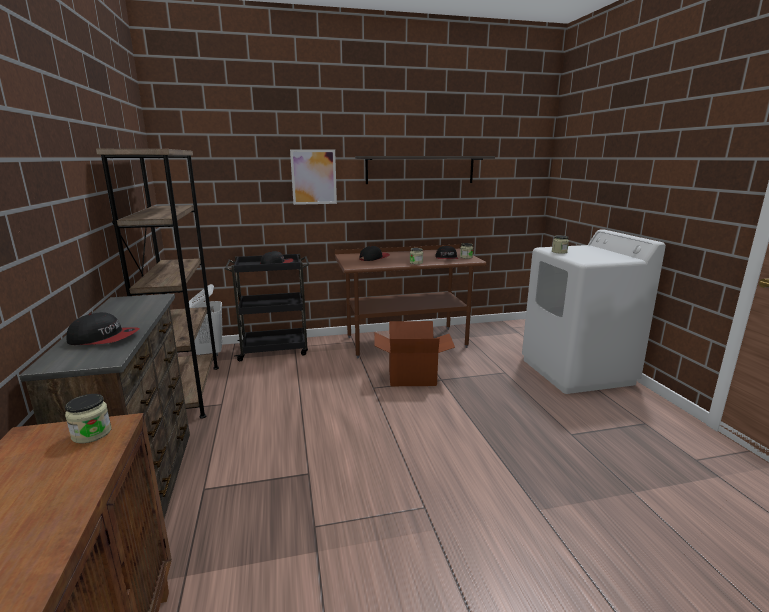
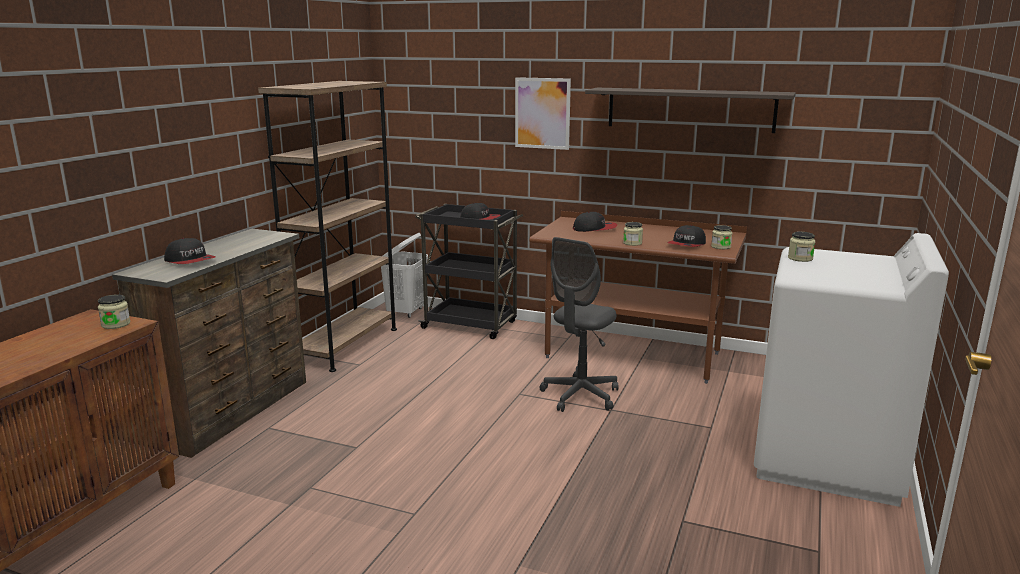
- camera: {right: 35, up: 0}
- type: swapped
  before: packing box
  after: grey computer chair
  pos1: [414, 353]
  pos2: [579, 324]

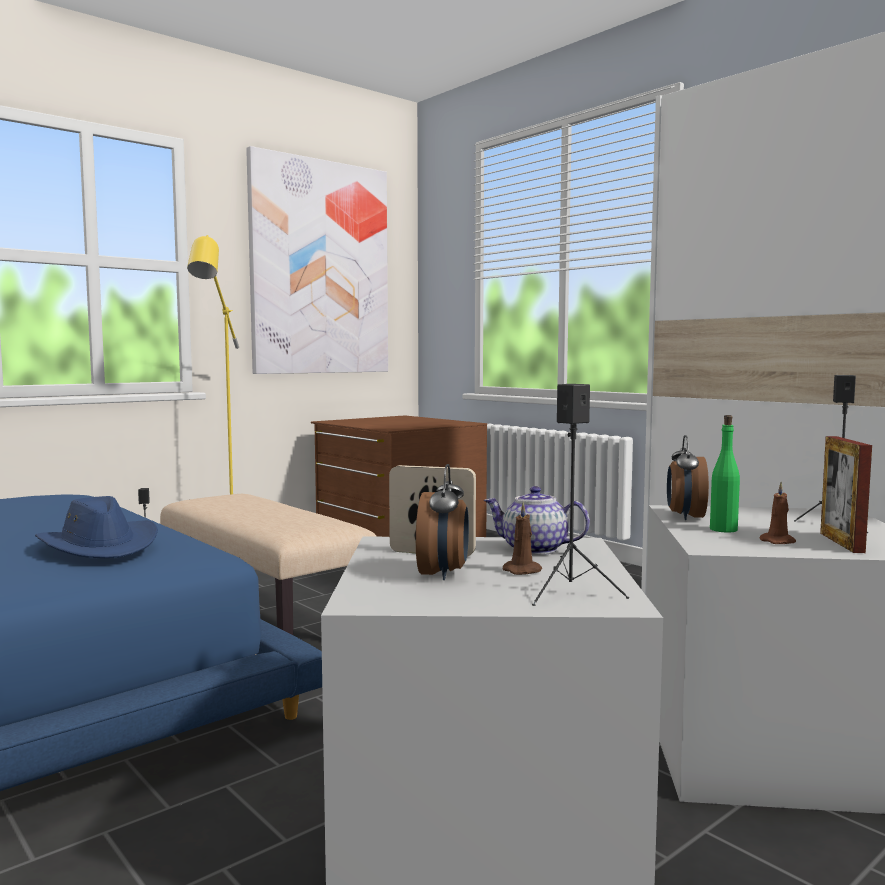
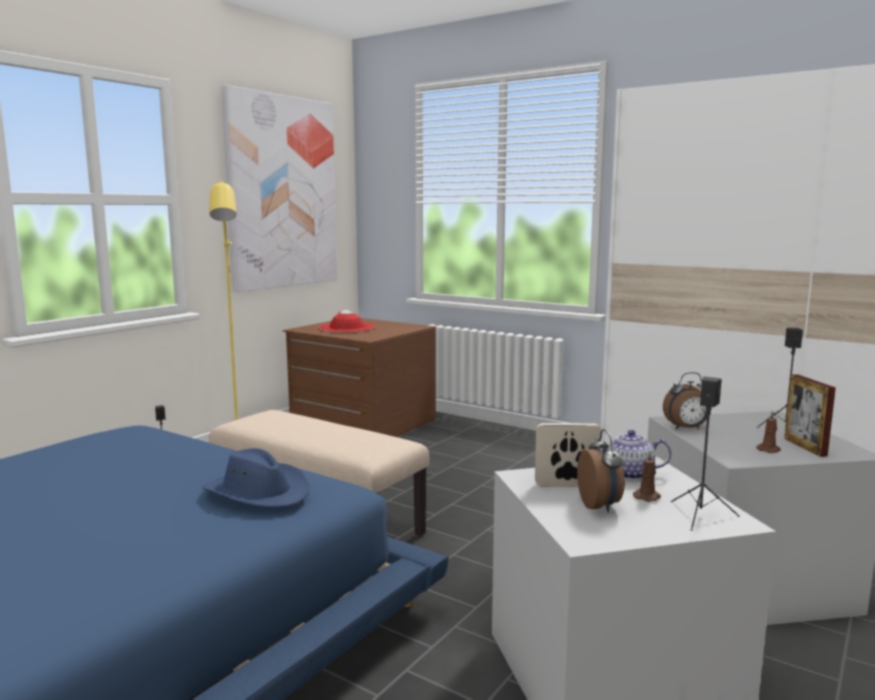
- camera: {right: -15, up: 5}
- type: rotated
  before: table clock
  pos1: [688, 477]
  pos2: [685, 401]
  turn: -90
- type: gone
  before: green-coloured beverage bottle
  pos1: [725, 474]
- type: new
  after: red-coloured clothing hat
  pos2: [346, 321]

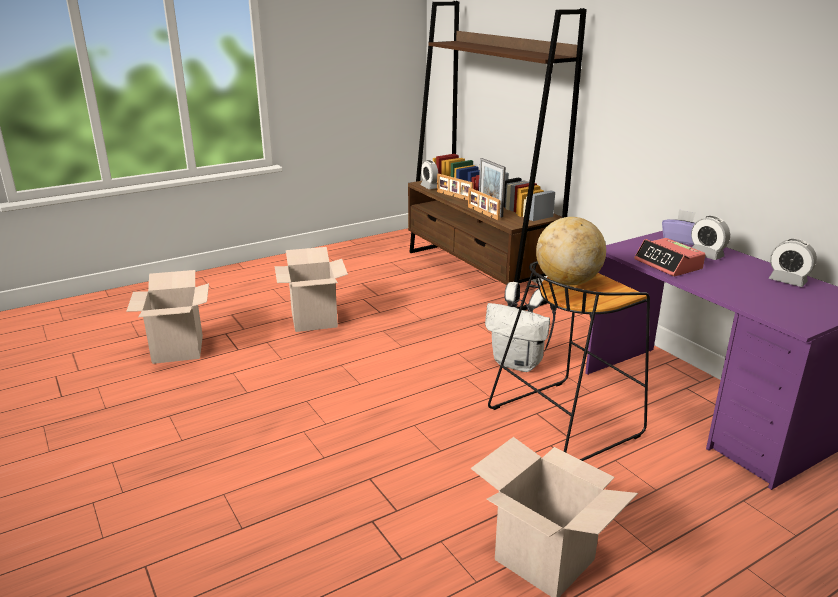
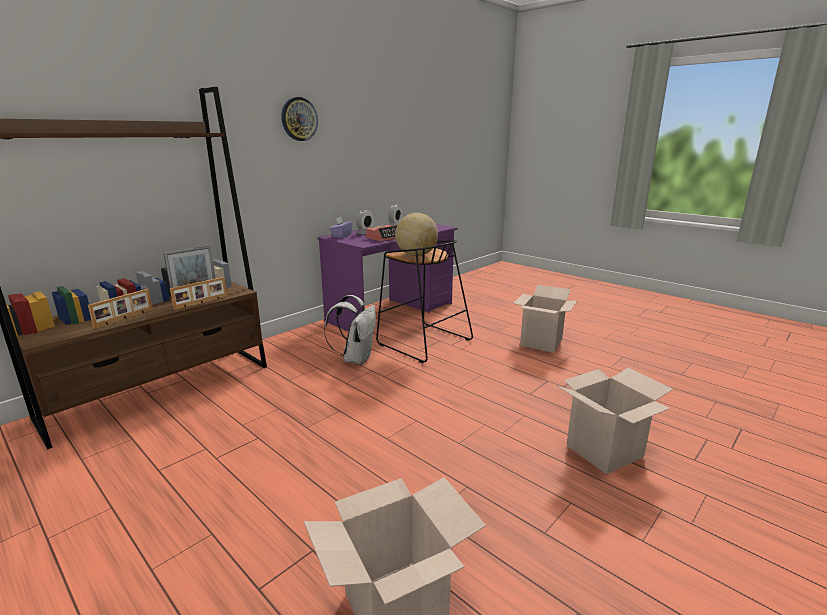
- camera: {right: -105, up: -5}
- type: shifted
  before: packing box
  pos1: [311, 289]
  pos2: [615, 421]
- type: gone
  before: table clock
  pos1: [429, 174]
- type: new
  after: clock on the wall
  pos2: [299, 119]

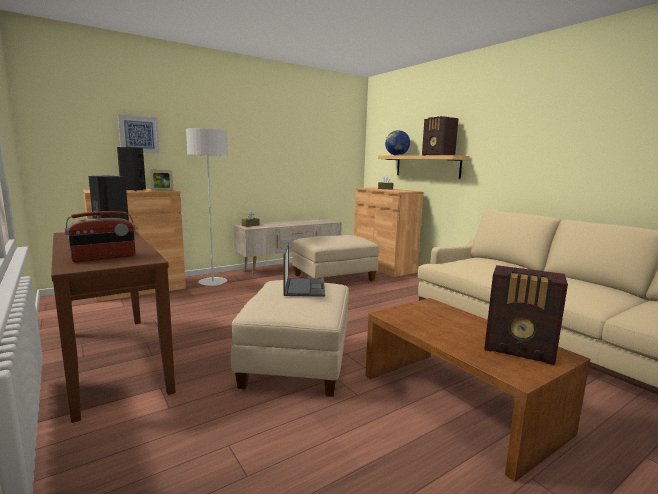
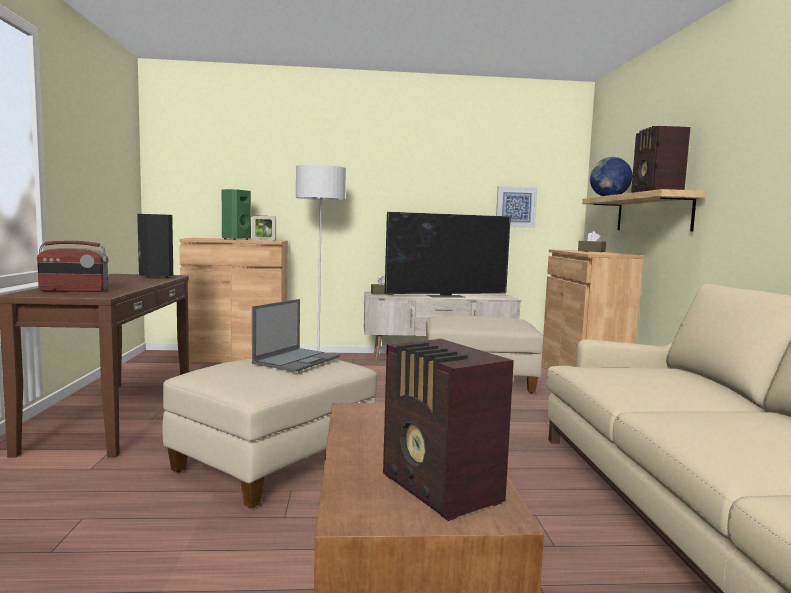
- camera: {right: 30, up: -5}
- type: repainted
  before: black loudspeaker
  after: green-coloured loudspeaker
  pos1: [131, 169]
  pos2: [236, 214]
- type: shifted
  before: wall picture
  pos1: [139, 134]
  pos2: [517, 207]
- type: new
  after: TV set
  pos2: [448, 255]

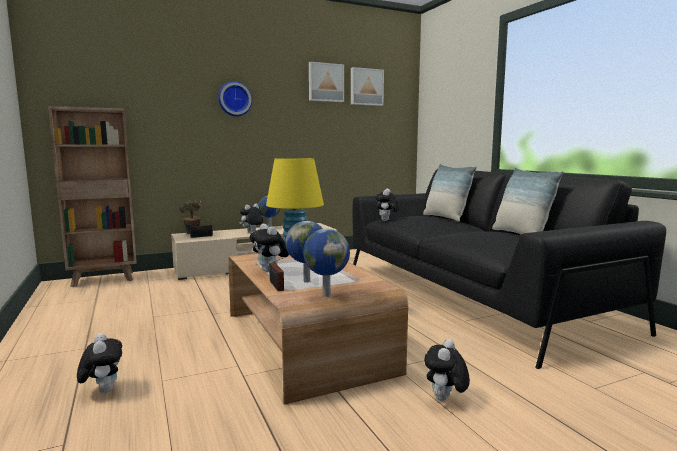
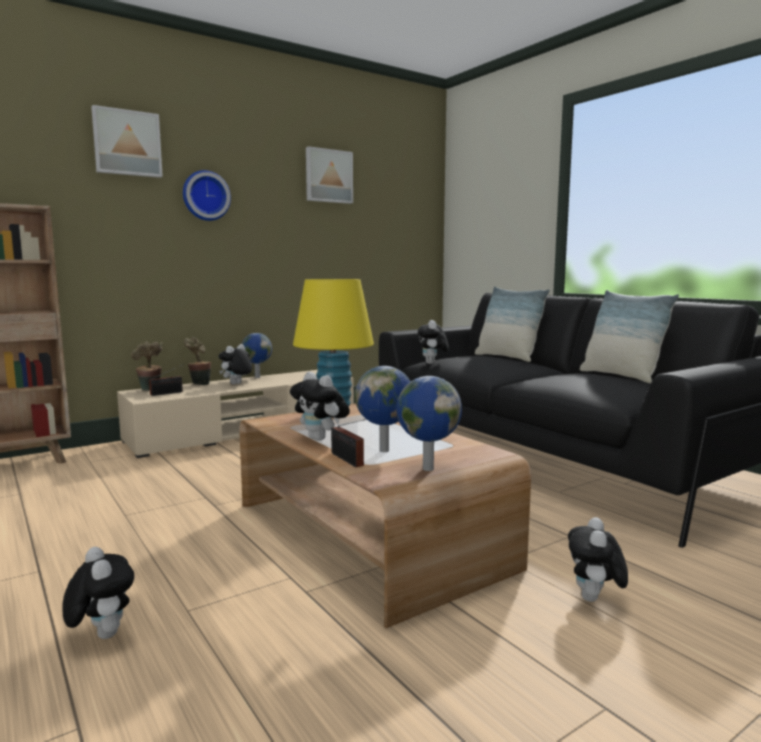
- camera: {right: -10, up: 0}
- type: shifted
  before: wall picture
  pos1: [367, 86]
  pos2: [127, 141]
- type: new
  after: plant in a pot
  pos2: [197, 361]

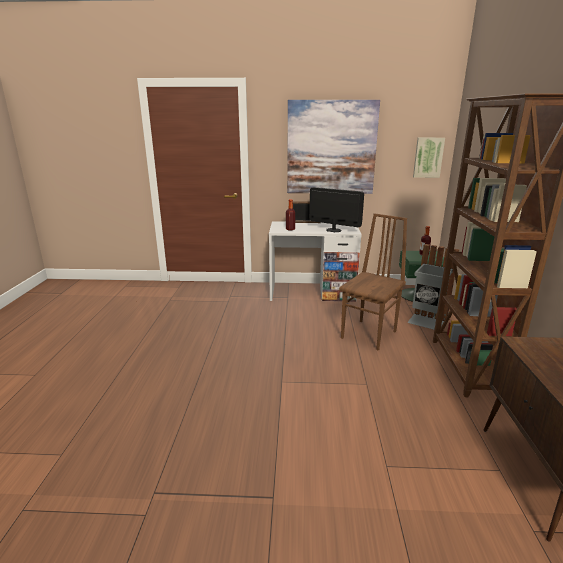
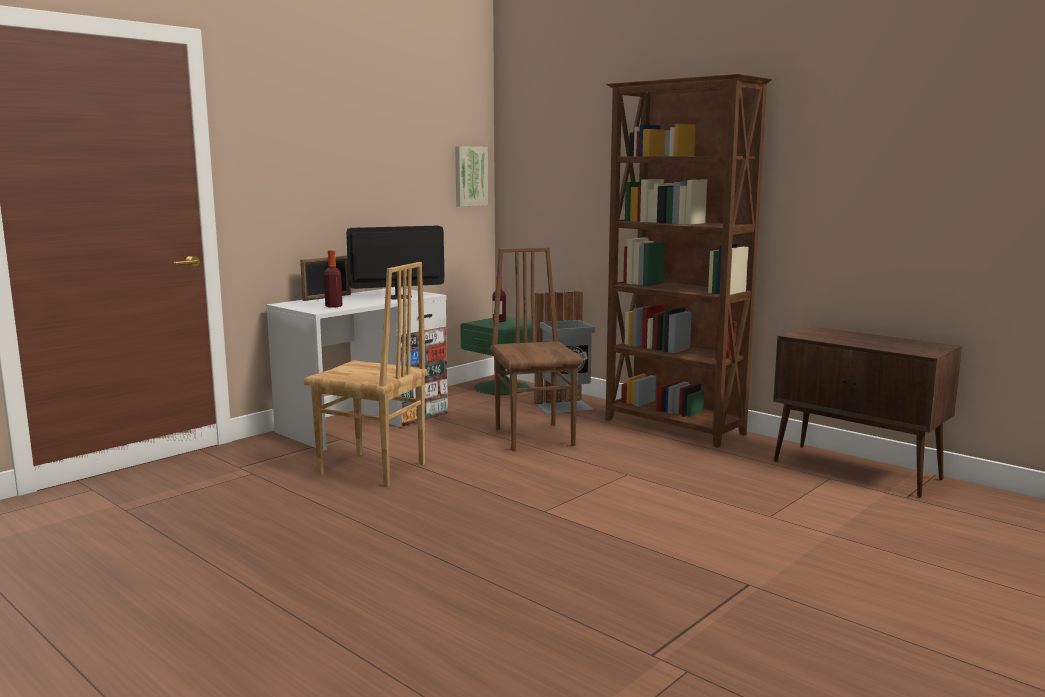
- camera: {right: -50, up: -10}
- type: gone
  before: wall picture
  pos1: [333, 147]
- type: new
  after: brownish plain chair
  pos2: [366, 374]

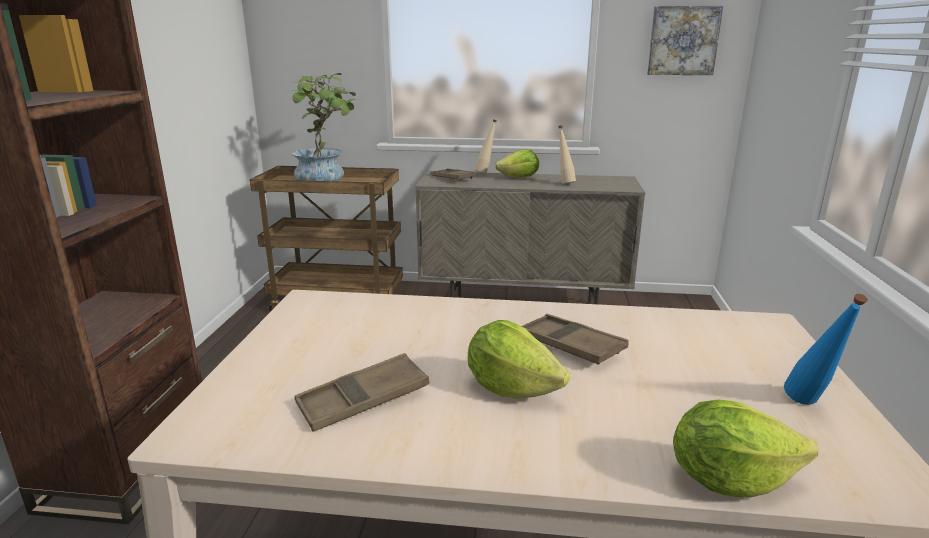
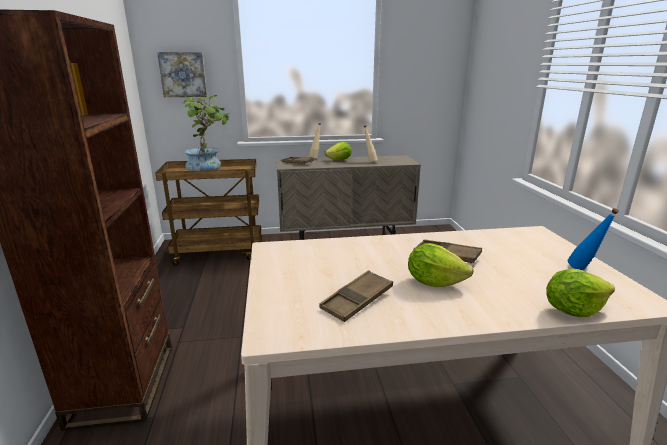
- camera: {right: -15, up: 0}
- type: shifted
  before: wall picture
  pos1: [685, 40]
  pos2: [182, 74]

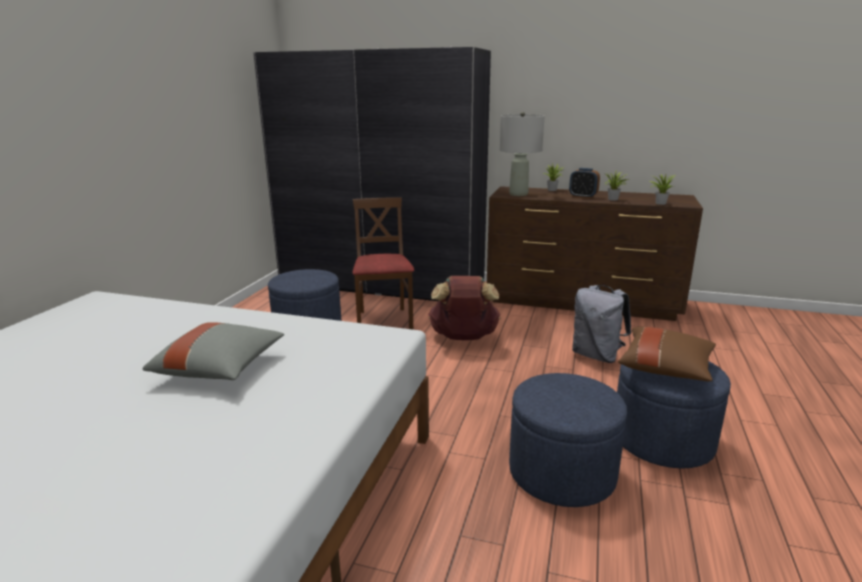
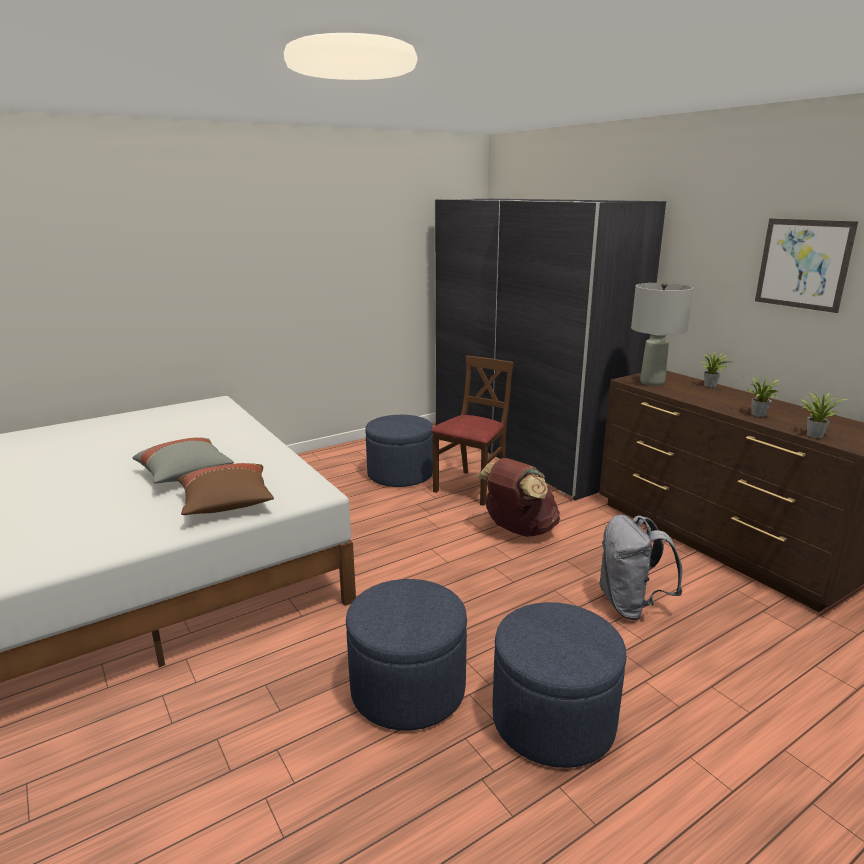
- camera: {right: 40, up: 0}
- type: gone
  before: table clock
  pos1: [584, 183]
- type: shifted
  before: brownish cushion
  pos1: [667, 354]
  pos2: [225, 489]
- type: new
  after: wall picture
  pos2: [806, 265]

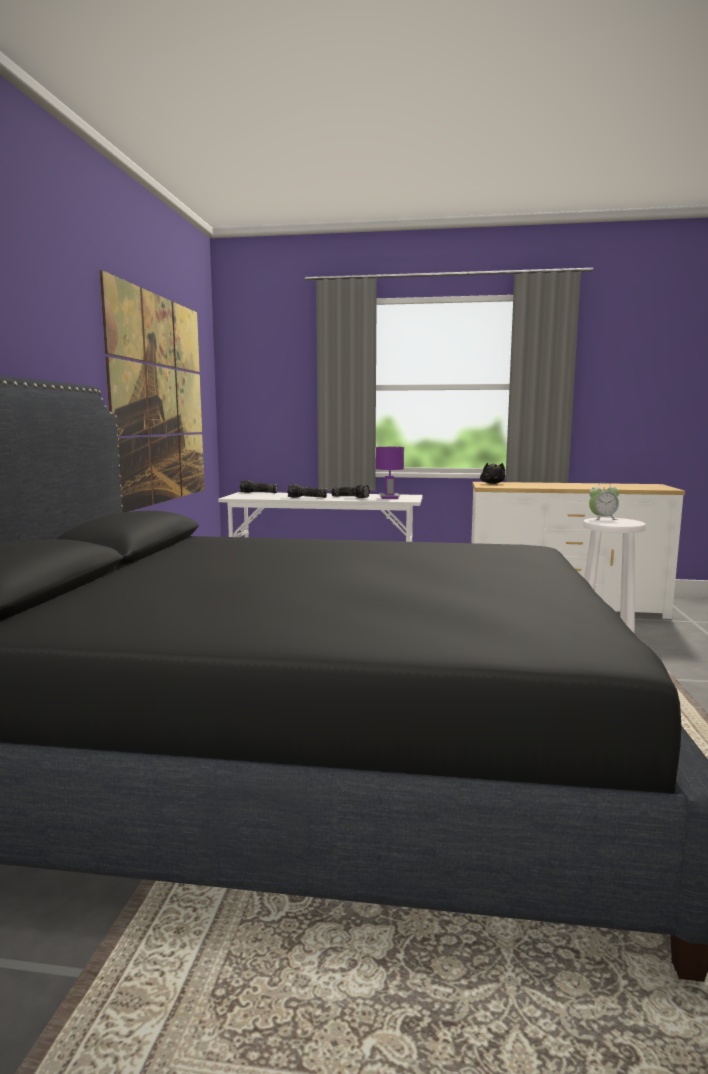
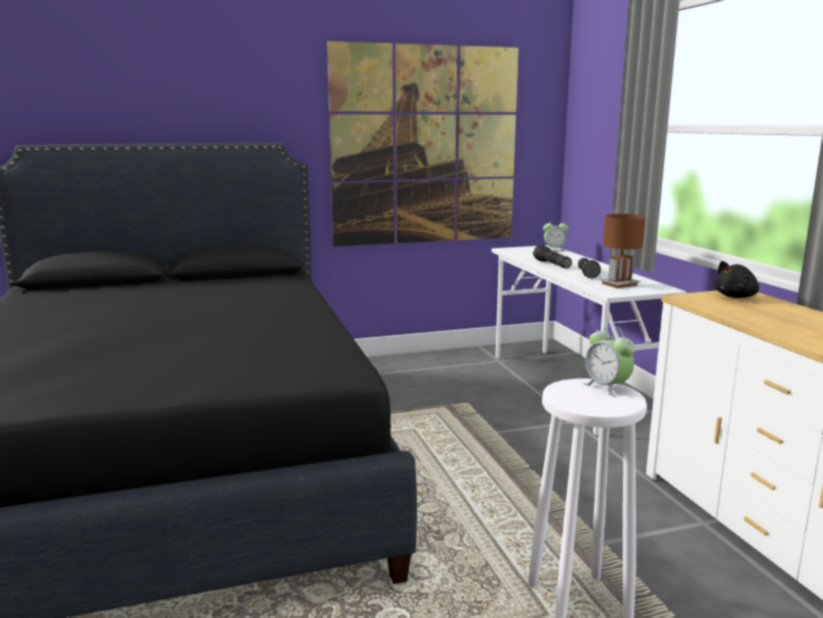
- camera: {right: 65, up: 5}
- type: swapped
  before: flashlight
  after: table clock
  pos1: [259, 486]
  pos2: [555, 235]
- type: repainted
  before: purple-coloured tabletop lamp
  after: brownish tabletop lamp
  pos1: [390, 473]
  pos2: [622, 251]

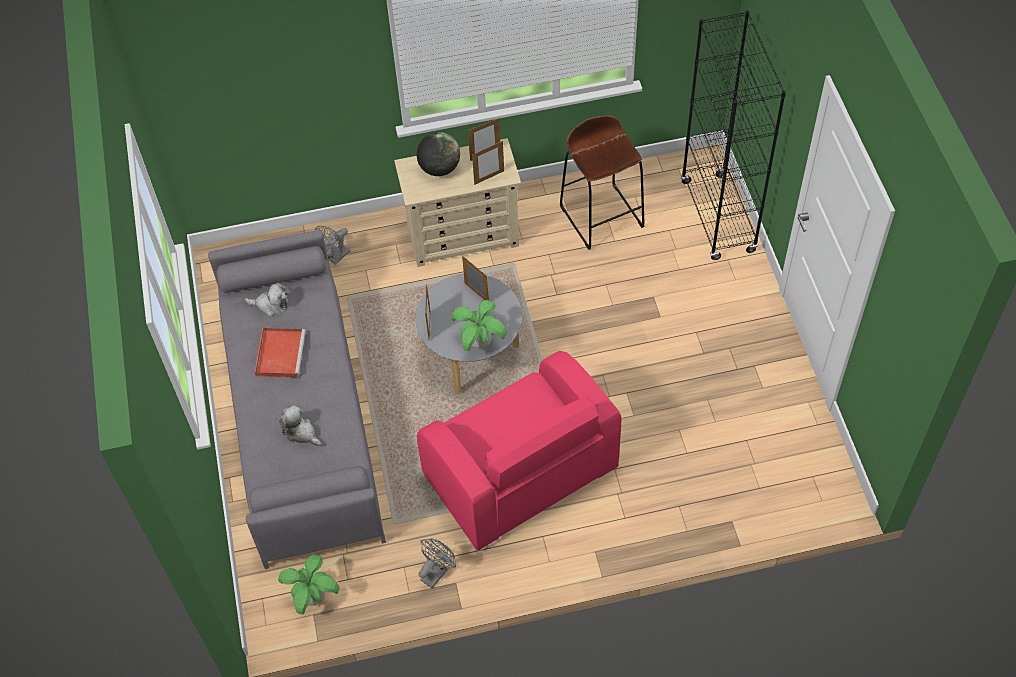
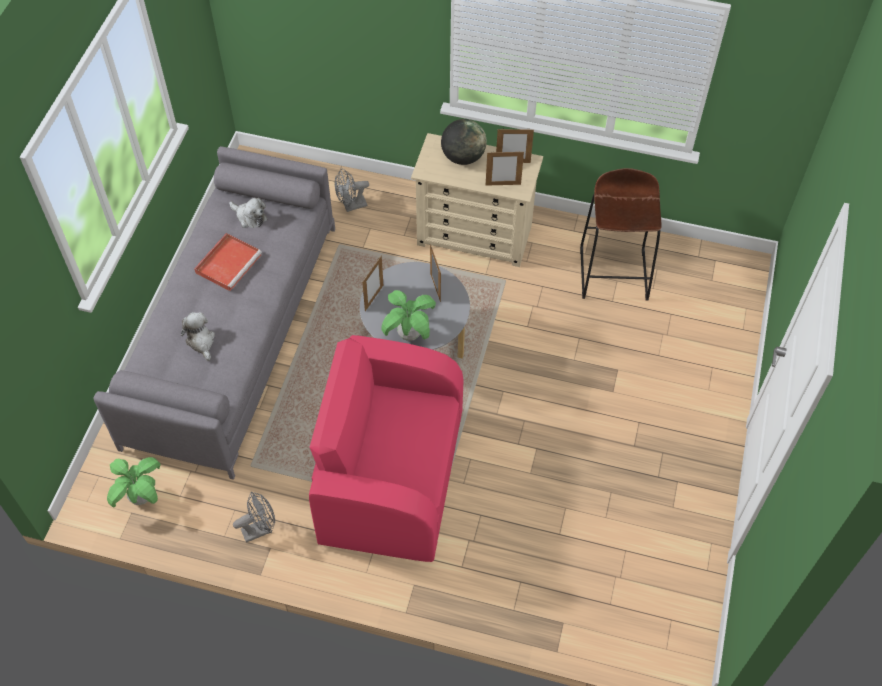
- camera: {right: 25, up: 0}
- type: rotated
  before: pink easy chair
  pos1: [519, 451]
  pos2: [386, 448]
  turn: 105
- type: gone
  before: black shelving unit
  pos1: [733, 135]

